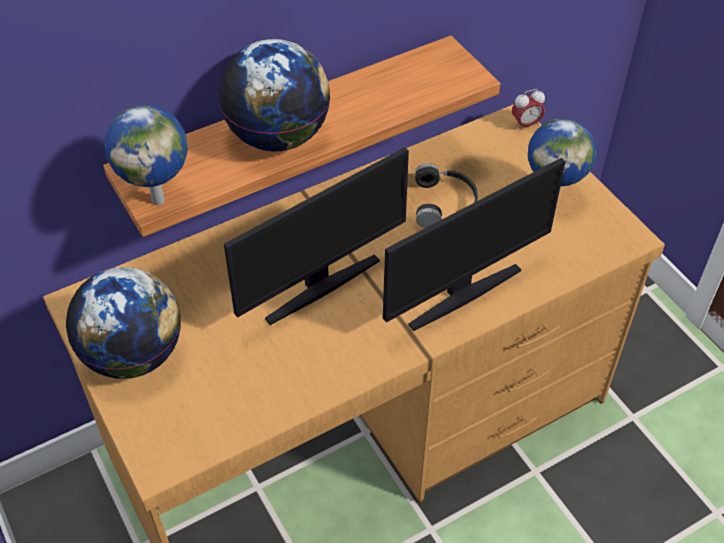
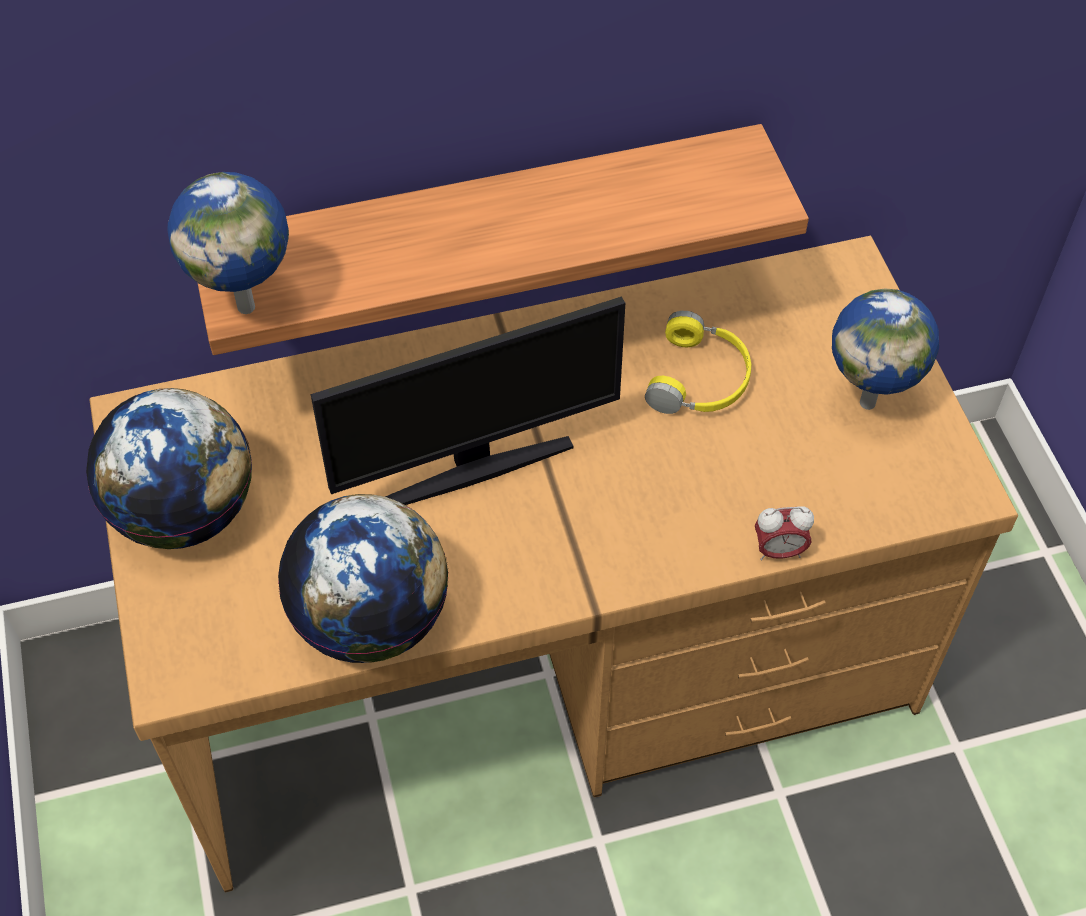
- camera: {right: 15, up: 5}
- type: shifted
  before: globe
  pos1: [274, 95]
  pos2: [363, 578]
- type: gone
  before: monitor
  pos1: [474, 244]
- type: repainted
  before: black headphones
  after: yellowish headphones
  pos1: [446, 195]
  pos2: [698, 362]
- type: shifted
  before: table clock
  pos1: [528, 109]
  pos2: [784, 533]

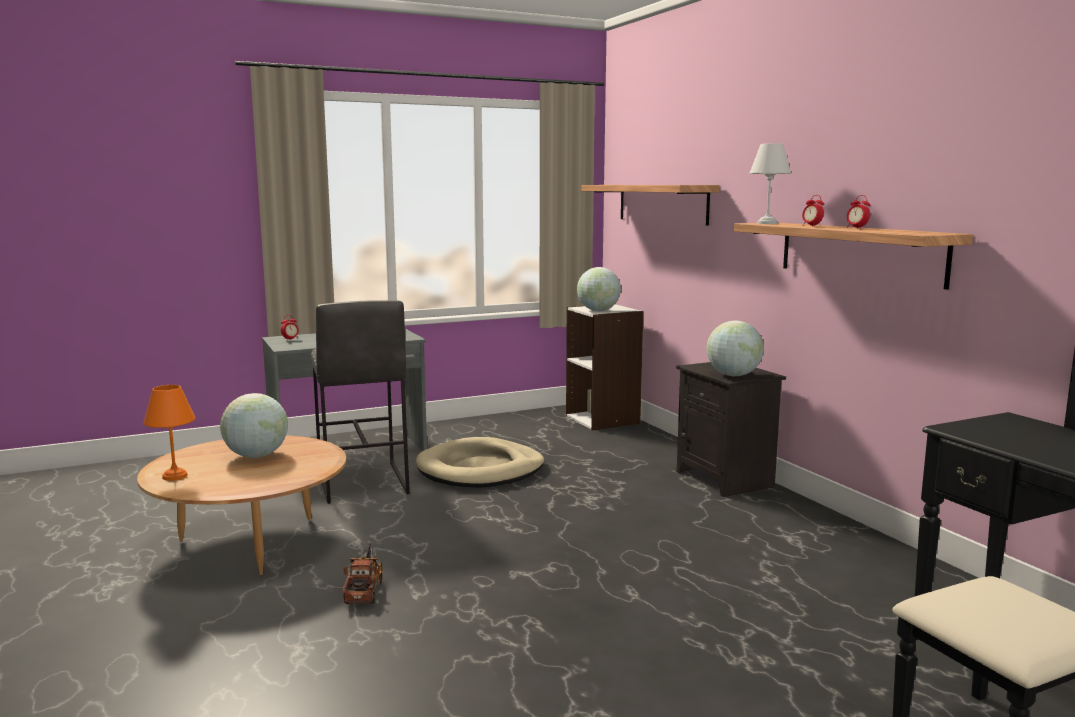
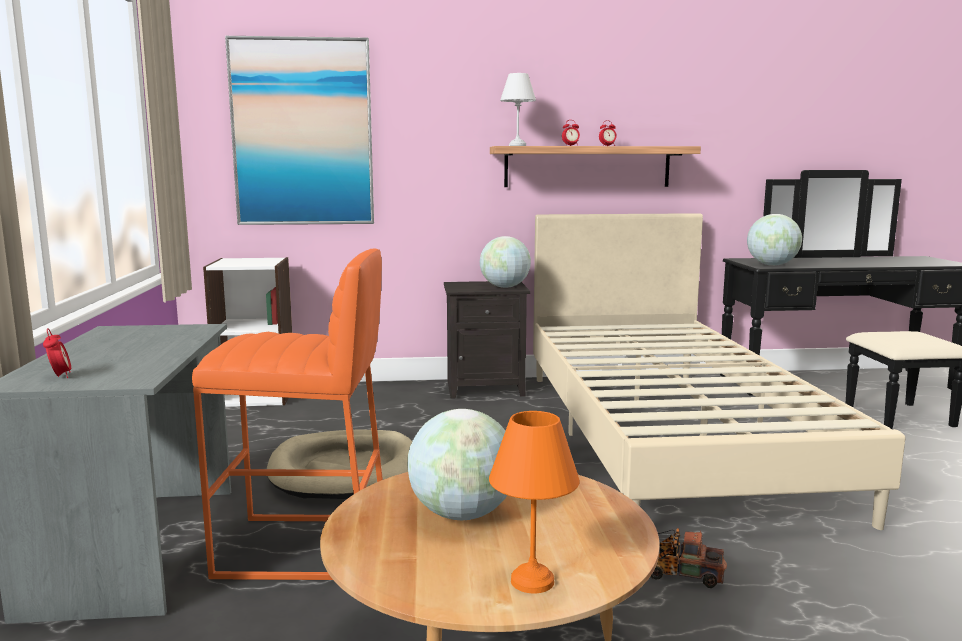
- camera: {right: -70, up: 0}
- type: repainted
  before: grey stool
  after: orangey stool
  pos1: [360, 402]
  pos2: [287, 414]
- type: shifted
  before: globe
  pos1: [599, 289]
  pos2: [774, 240]
- type: swapped
  before: shelf
  after: wall picture
  pos1: [650, 205]
  pos2: [299, 130]
- type: new
  after: beige bed
  pos2: [719, 371]

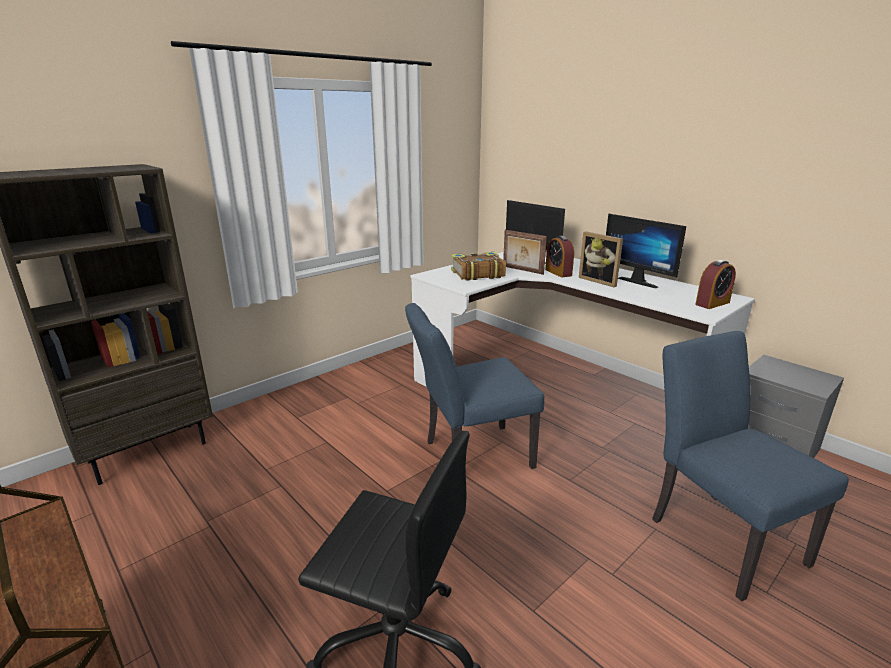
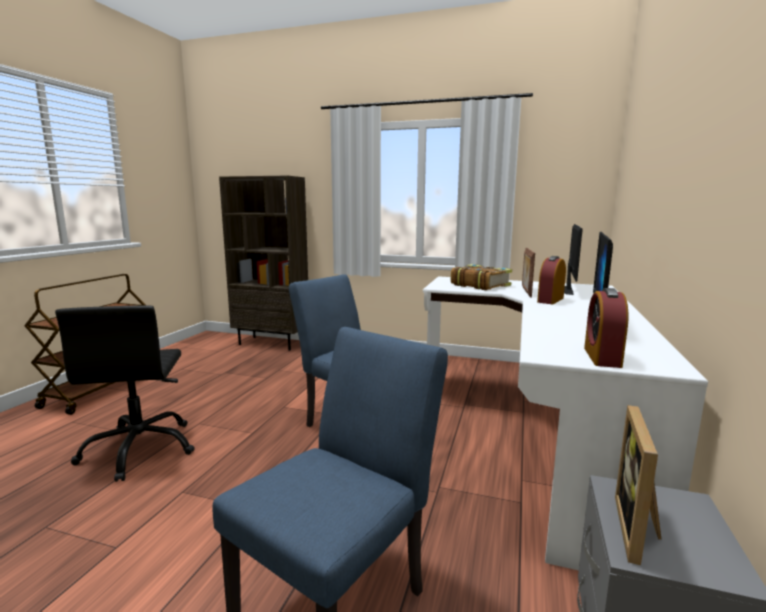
- camera: {right: 60, up: -10}
- type: shifted
  before: standing frame
  pos1: [601, 259]
  pos2: [638, 485]
- type: rotated
  before: table clock
  pos1: [715, 284]
  pos2: [606, 328]
  turn: 75

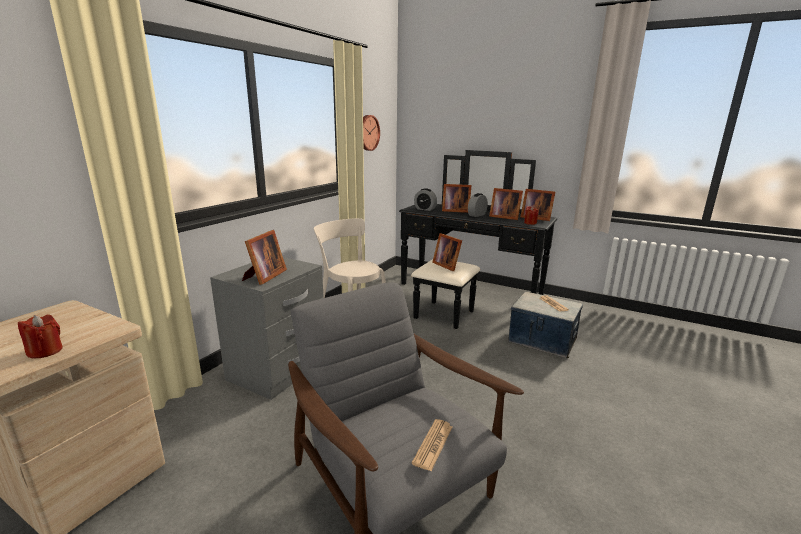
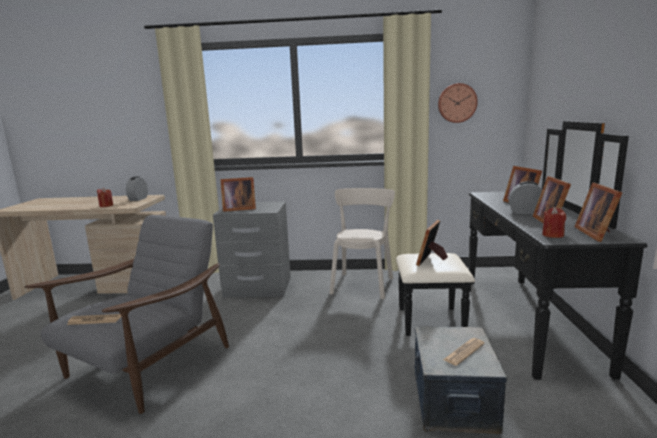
- camera: {right: 65, up: -5}
- type: shifted
  before: table clock
  pos1: [425, 199]
  pos2: [137, 188]

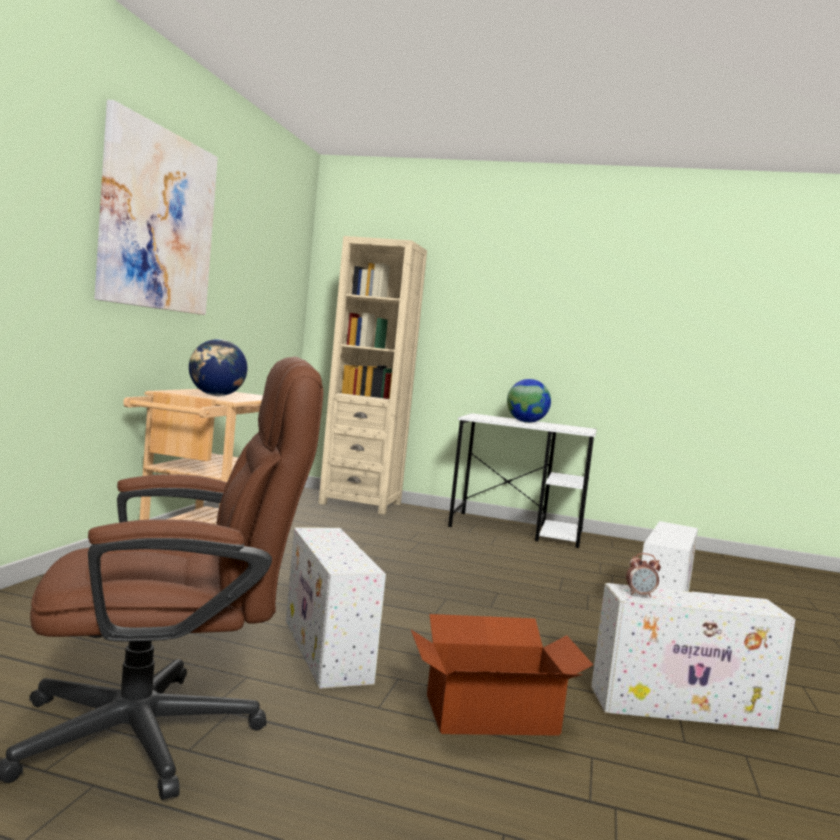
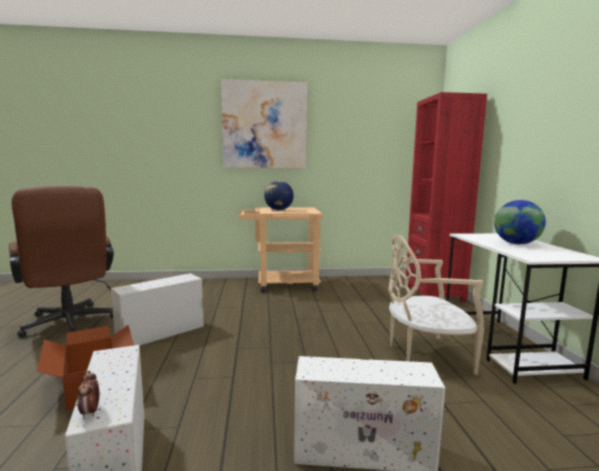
- camera: {right: 70, up: 5}
- type: repainted
  before: beige shelving unit
  after: red-coloured shelving unit
  pos1: [372, 375]
  pos2: [446, 197]
- type: shifted
  before: table clock
  pos1: [643, 575]
  pos2: [88, 395]
- type: new
  after: beige plain chair
  pos2: [436, 305]

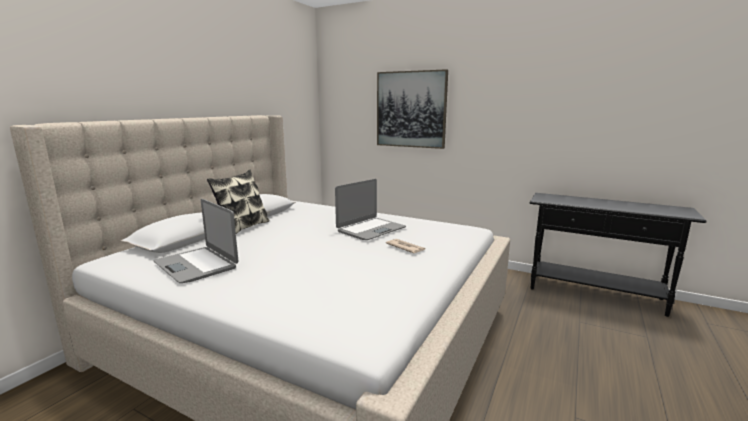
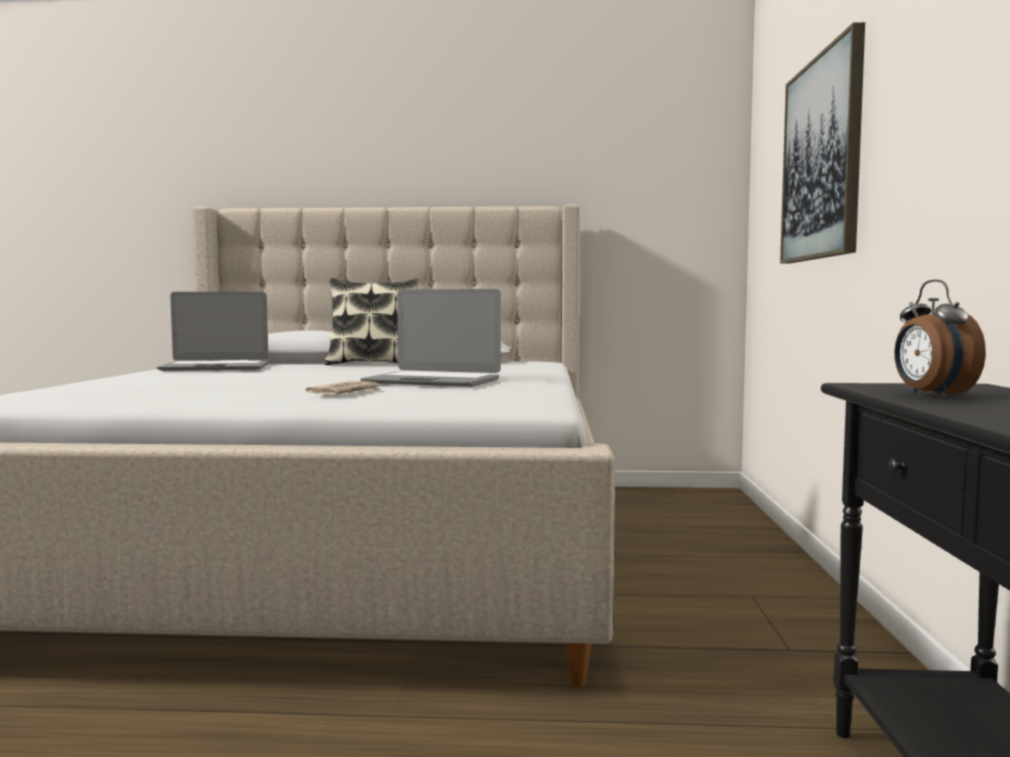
- camera: {right: 65, up: -10}
- type: rotated
  before: portable computer
  pos1: [196, 241]
  pos2: [212, 331]
  turn: -120
- type: new
  after: table clock
  pos2: [940, 339]

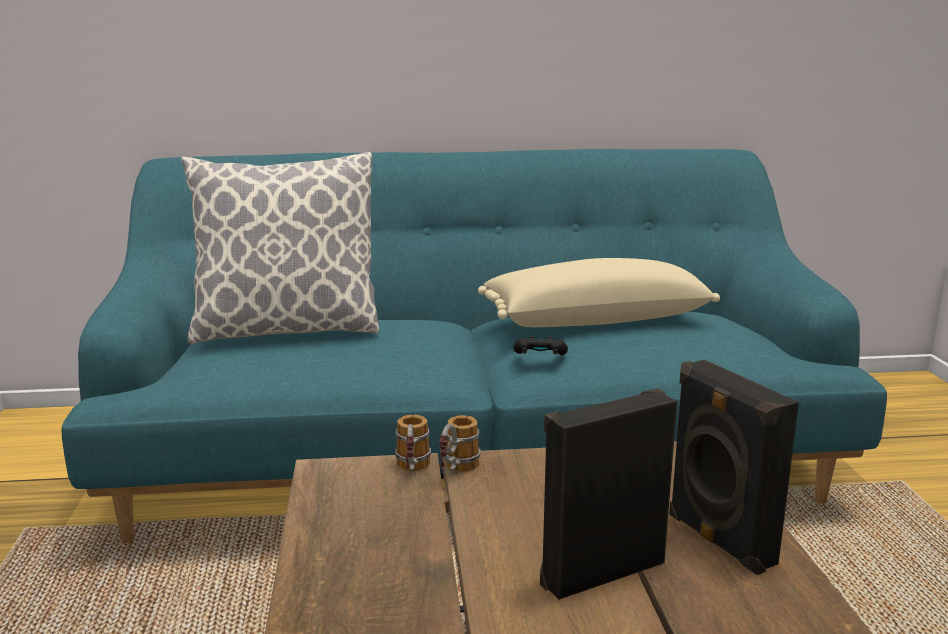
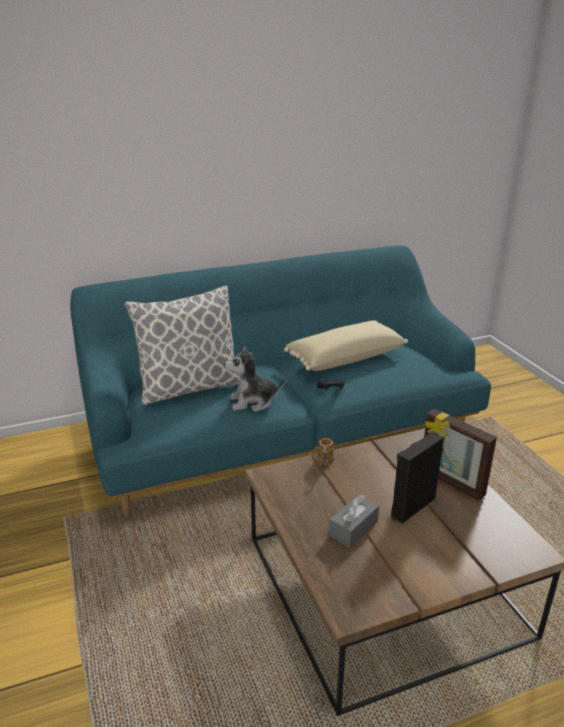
- camera: {right: -15, up: 10}
- type: gone
  before: coffee mug
  pos1: [413, 443]
- type: swapped
  before: black loudspeaker
  after: standing frame
  pos1: [734, 467]
  pos2: [460, 455]
- type: new
  after: cuddly toy
  pos2: [254, 379]
- type: new
  after: grey tissue box
  pos2: [354, 521]

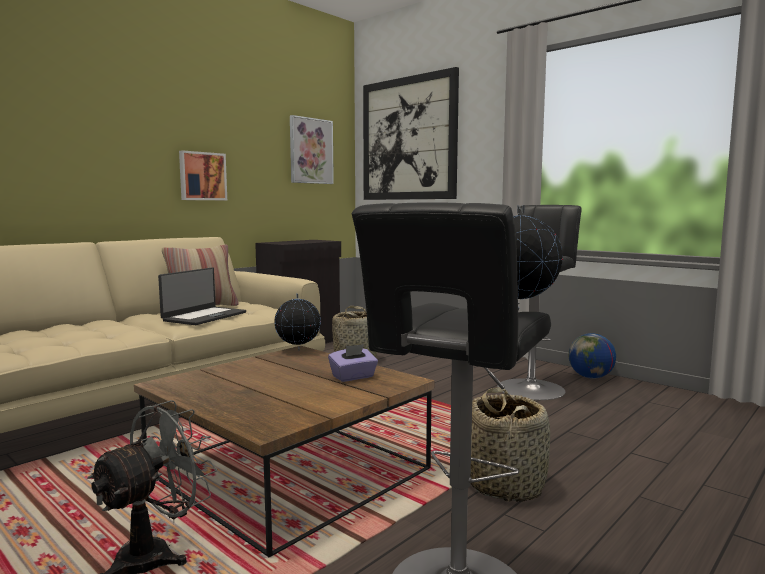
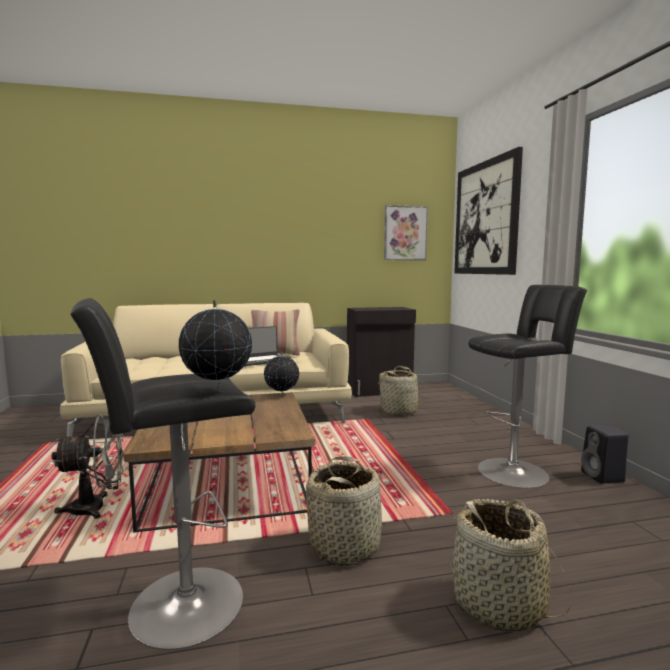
- camera: {right: 35, up: 0}
- type: gone
  before: wall picture
  pos1: [203, 175]
- type: gone
  before: purple-coloured tissue box
  pos1: [353, 363]
- type: swapped
  before: globe
  after: black loudspeaker
  pos1: [592, 355]
  pos2: [605, 454]
- type: new
  after: household basket
  pos2: [510, 565]

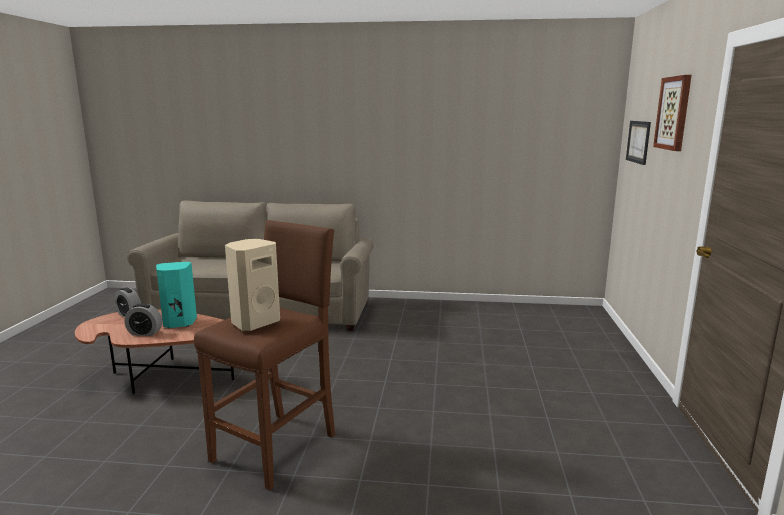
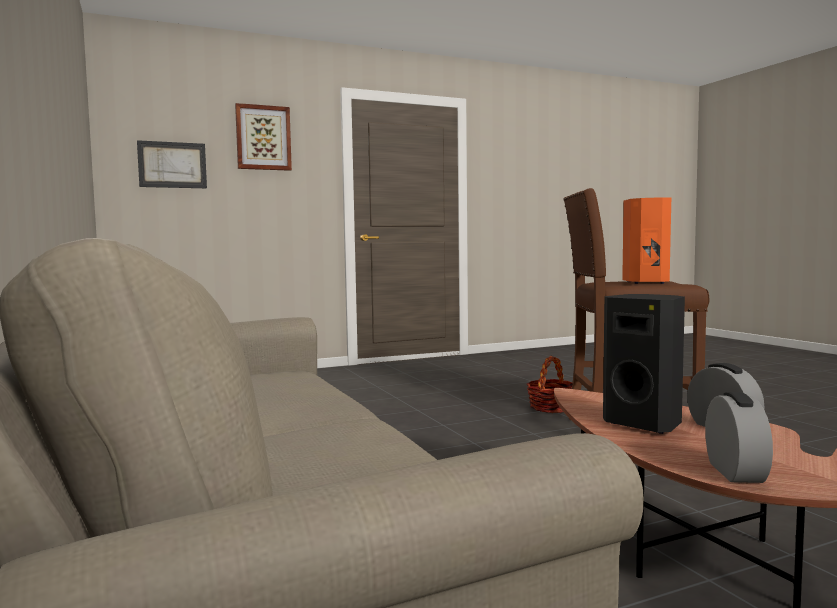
- camera: {right: -120, up: -10}
- type: repainted
  before: turquoise loudspeaker
  after: black loudspeaker
  pos1: [176, 295]
  pos2: [644, 364]
- type: repainted
  before: beige loudspeaker
  after: orangey loudspeaker
  pos1: [252, 285]
  pos2: [646, 240]
- type: new
  after: household basket
  pos2: [549, 384]

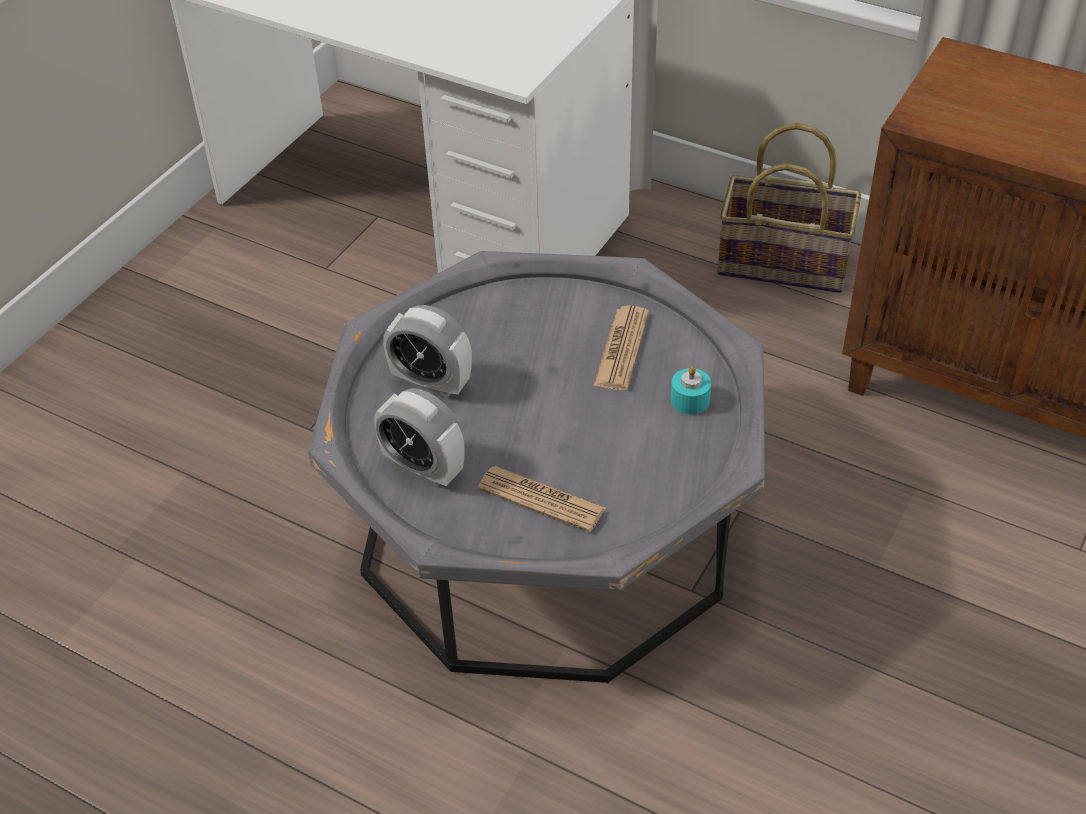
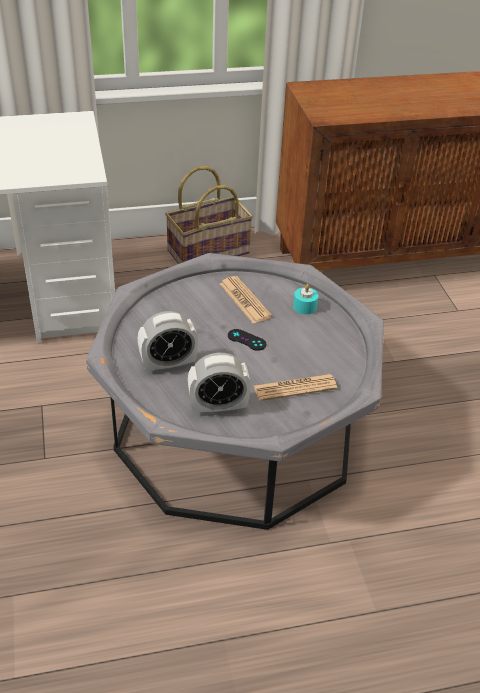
- camera: {right: -45, up: -5}
- type: new
  after: black game controller
  pos2: [247, 340]

